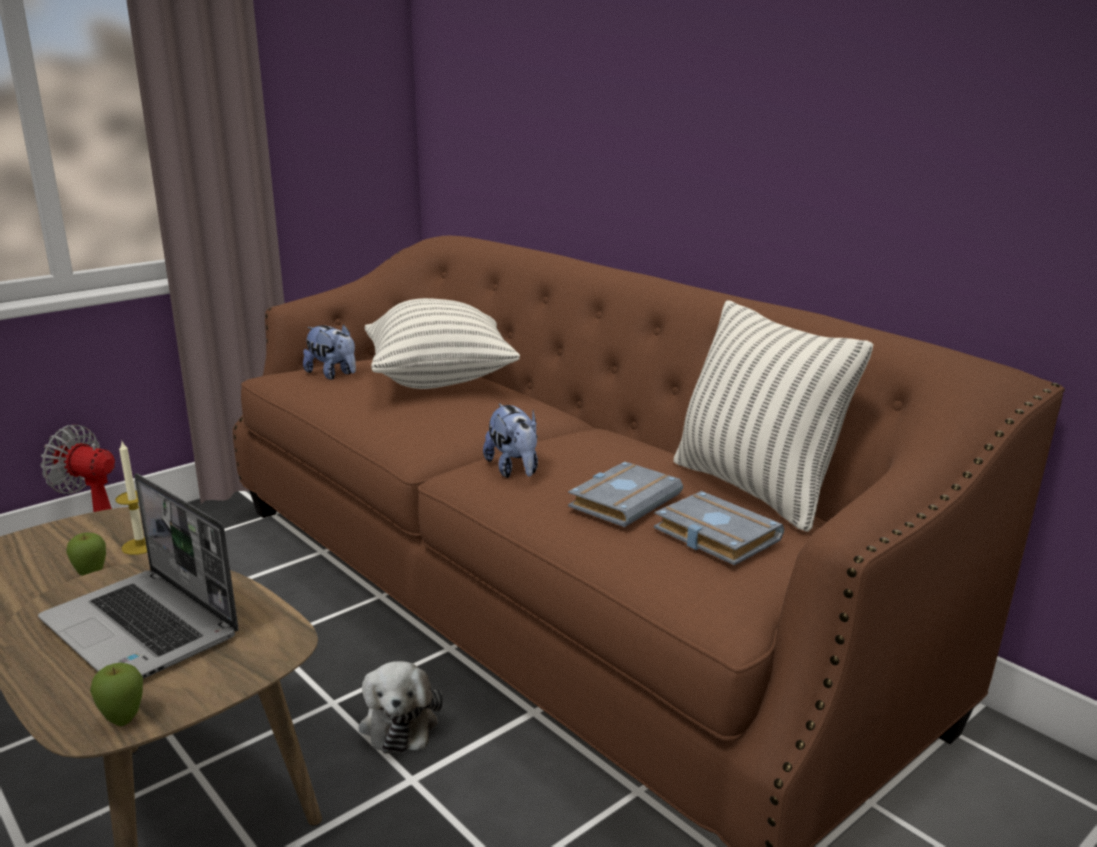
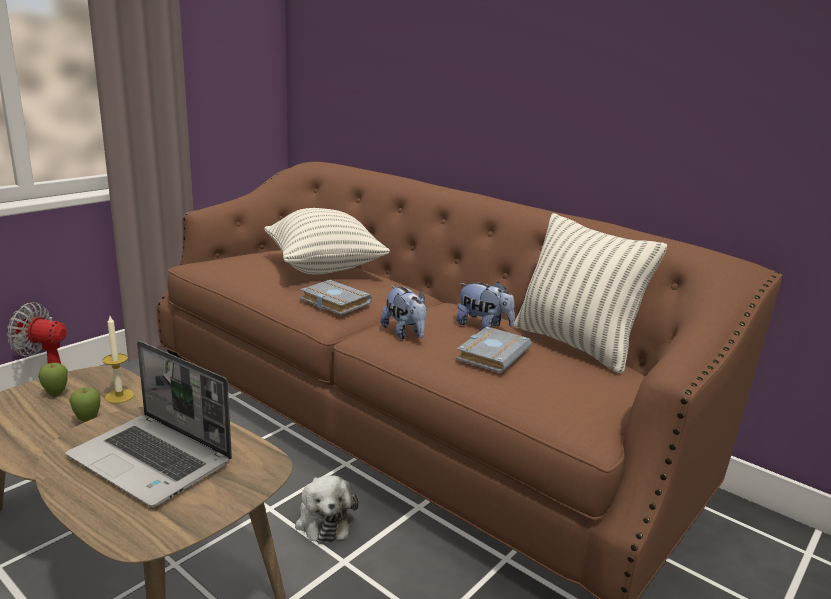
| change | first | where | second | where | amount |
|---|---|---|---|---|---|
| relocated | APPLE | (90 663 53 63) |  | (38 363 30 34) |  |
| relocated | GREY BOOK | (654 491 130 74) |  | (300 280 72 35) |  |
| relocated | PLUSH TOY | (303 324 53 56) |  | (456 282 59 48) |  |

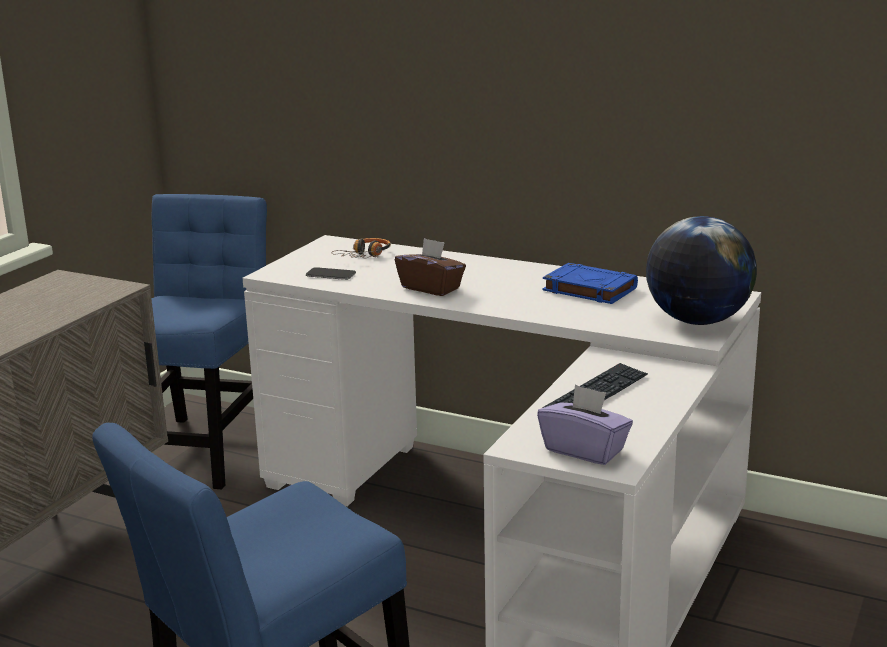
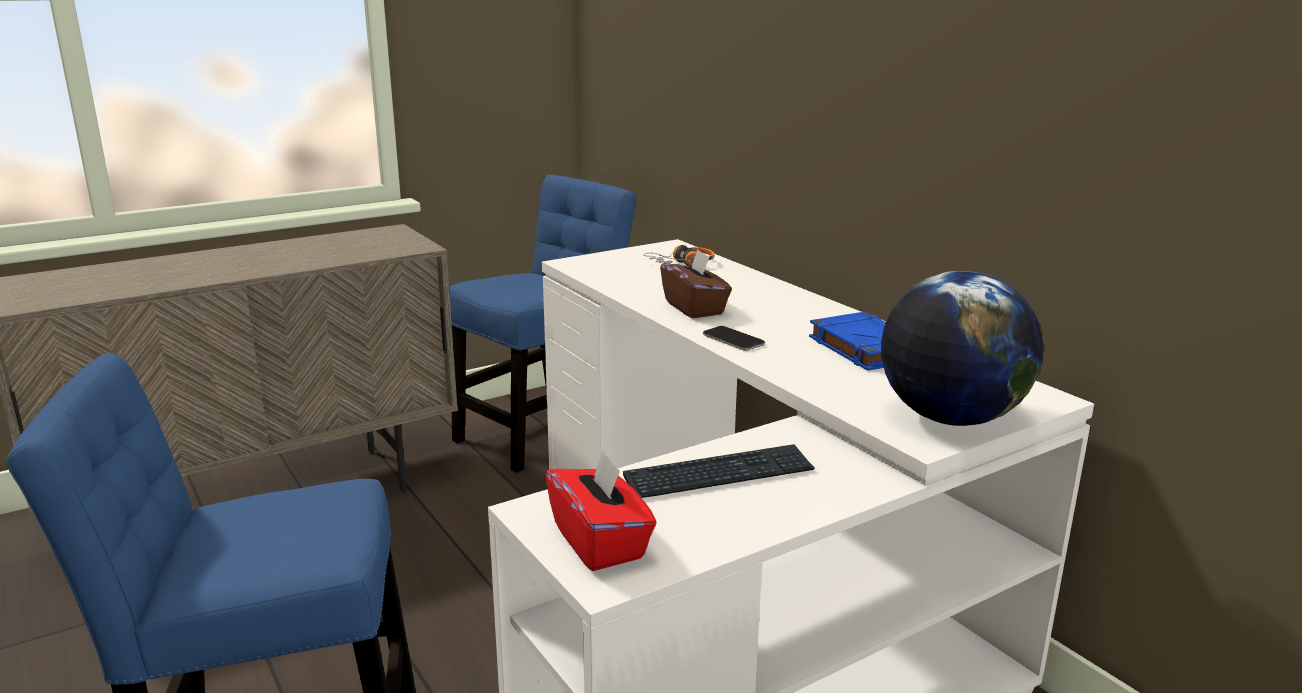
| change | first | where | second | where | amount |
|---|---|---|---|---|---|
| colour | PURPLE TISSUE BOX | (537 384 96 81) | RED TISSUE BOX | (545 450 112 121) |  |
| relocated | PHONE | (306 267 50 13) |  | (703 326 62 25) |  |

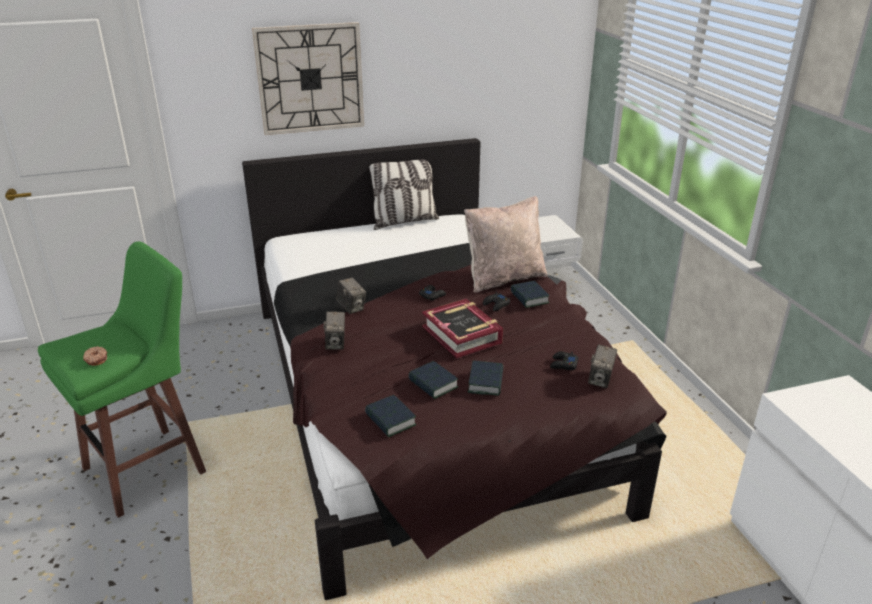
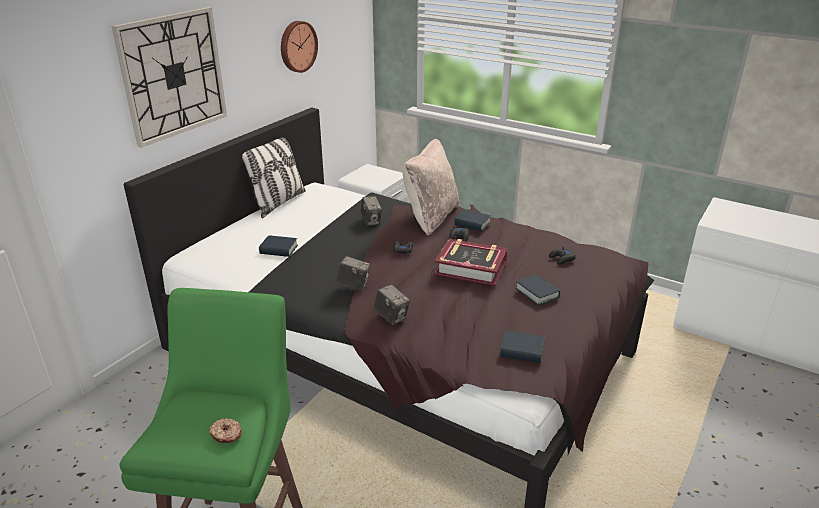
| change | first | where | second | where | amount |
|---|---|---|---|---|---|
| relocated | BOOK | (409 361 49 38) |  | (259 235 39 22) |  |
| appeared |  |  | WALL CLOCK | (281 21 37 52) |  |
| relocated | PHOTO CAMERA | (588 344 29 44) |  | (360 196 22 30) |  |

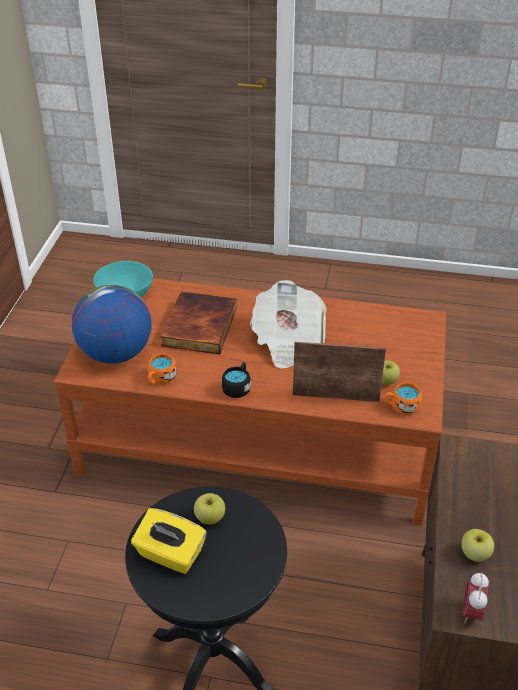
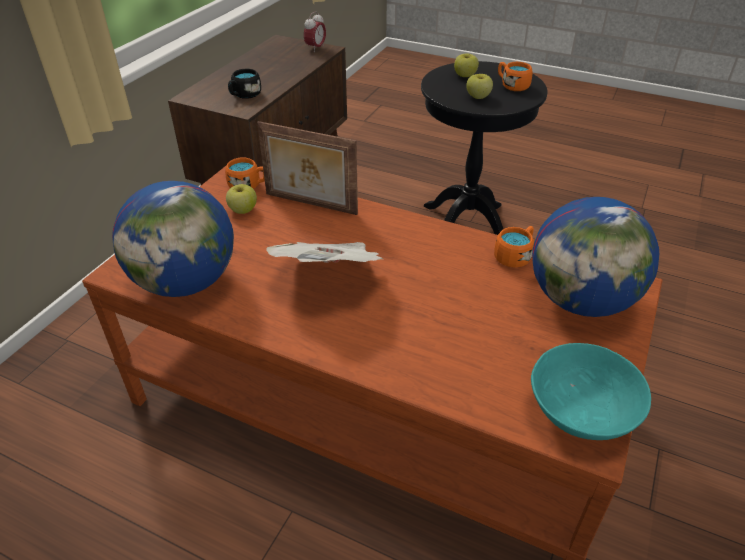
| change | first | where | second | where | amount |
|---|---|---|---|---|---|
| appeared |  |  | GLOBE | (112 181 122 116) |  |
| relocated | BLACK MUG | (222 362 29 36) |  | (228 69 33 30) |  |
| relocated | APPLE | (461 529 33 33) |  | (454 53 25 24) |  |
| exchanged | YELLOW TISSUE BOX | (131 508 76 66) | ORANGE MUG | (498 62 34 29) |  |
| missing | BOOK | (161 291 76 63) |  |  |  |

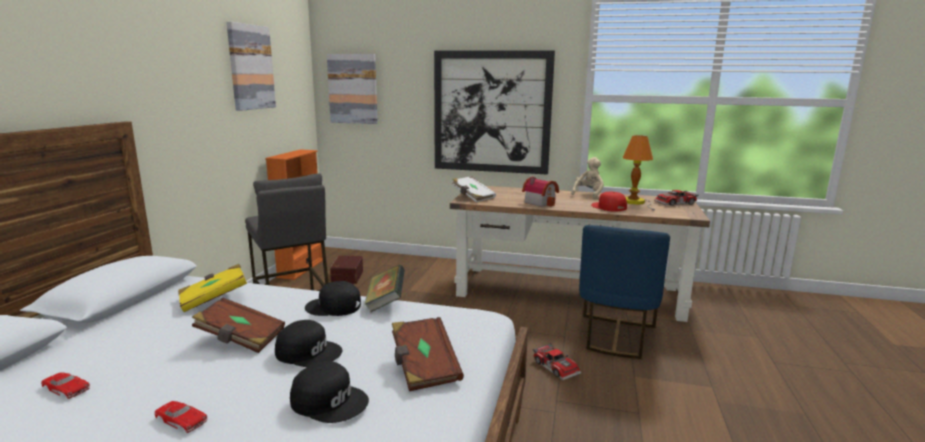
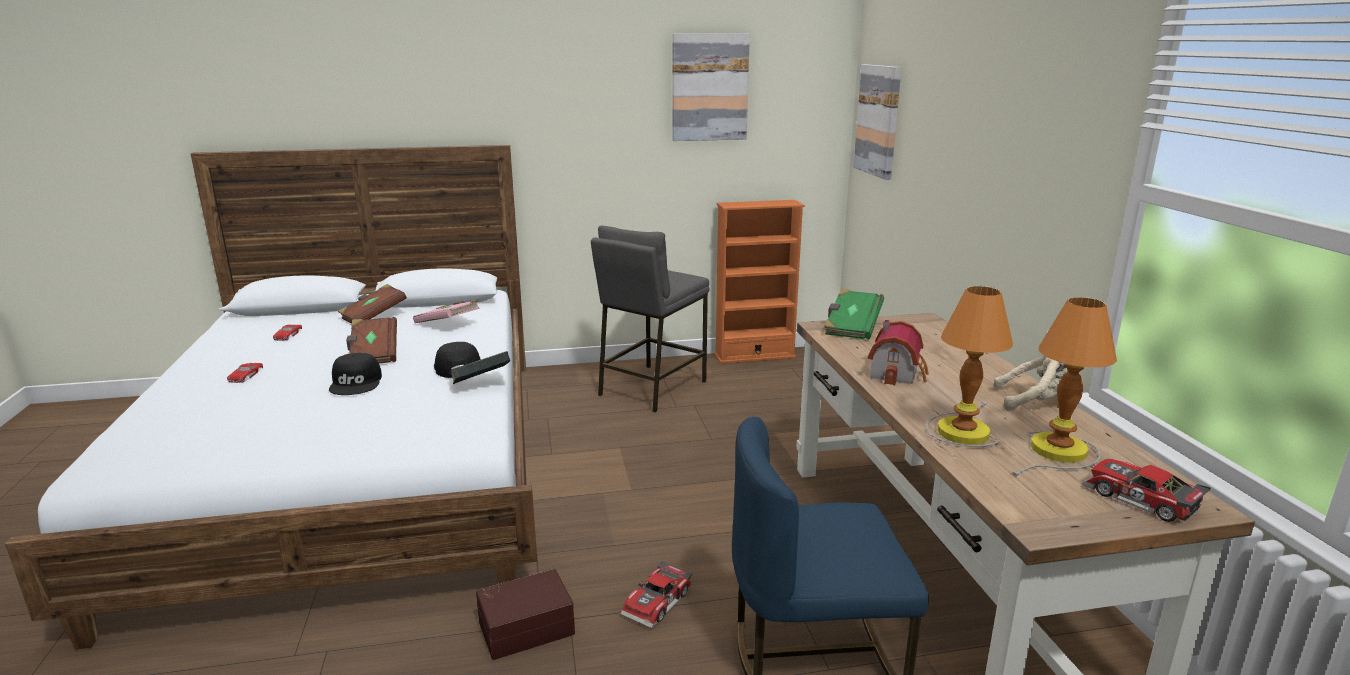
| change | first | where | second | where | amount |
|---|---|---|---|---|---|
| relocated | BROWN BOOK | (392 317 72 74) |  | (338 284 69 39) |  |
| colour | YELLOW BOOK | (178 264 69 48) | PINK BOOK | (413 300 67 23) |  |
| relocated | BROWN STORAGE BOX | (330 256 33 28) |  | (476 569 99 91) |  |
| colour | WHITE BOOK | (452 177 44 25) | GREEN BOOK | (824 289 60 50) |  |
| exchanged | RED CAP | (591 192 36 20) | TABLE LAMP | (926 286 87 161) |  |
| missing | BLACK CAP | (290 361 79 62) |  |  |  |
| missing | PICTURE | (434 51 121 124) |  |  |  |

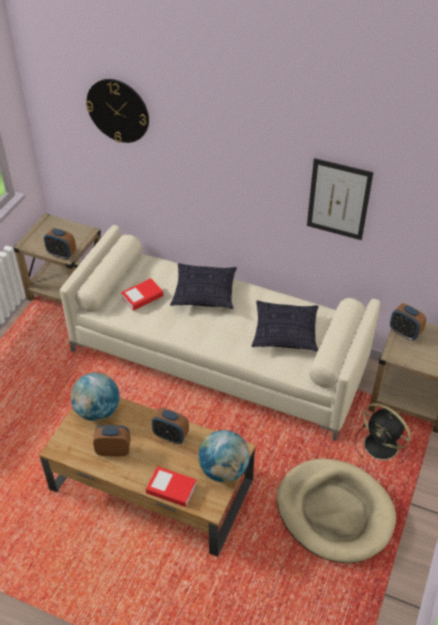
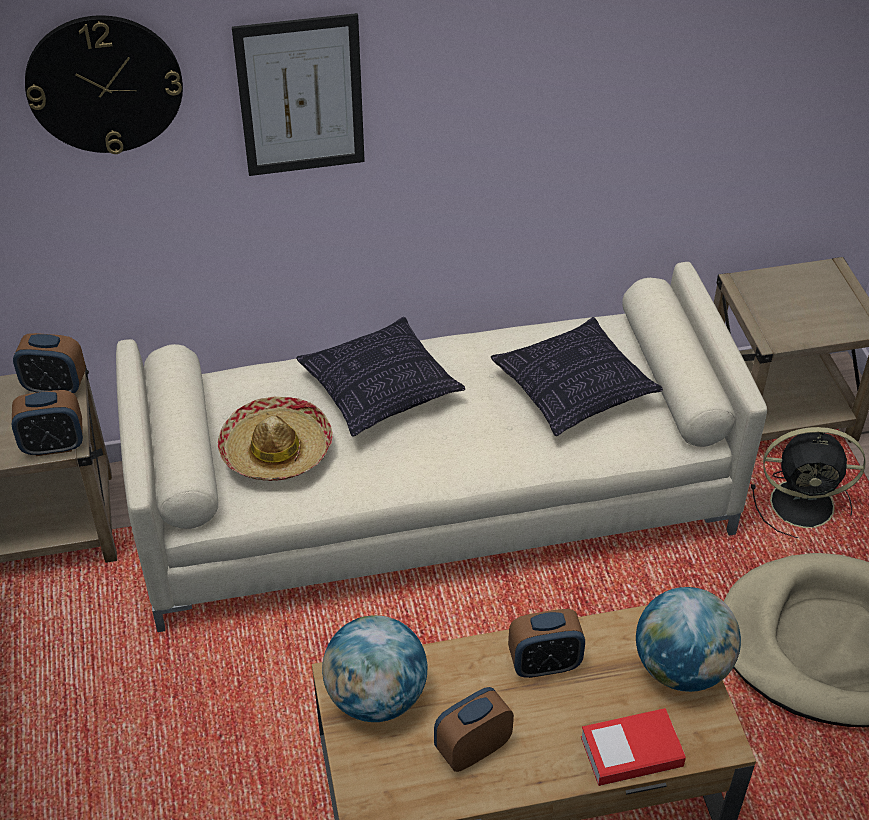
| change | first | where | second | where | amount |
|---|---|---|---|---|---|
| relocated | ALARM CLOCK | (390 304 36 36) |  | (13 333 73 60) |  |
| exchanged | BOOK | (121 278 43 33) | HAT | (218 397 115 84) |  |
| relocated | PICTURE | (307 158 67 82) |  | (232 13 133 163) |  |

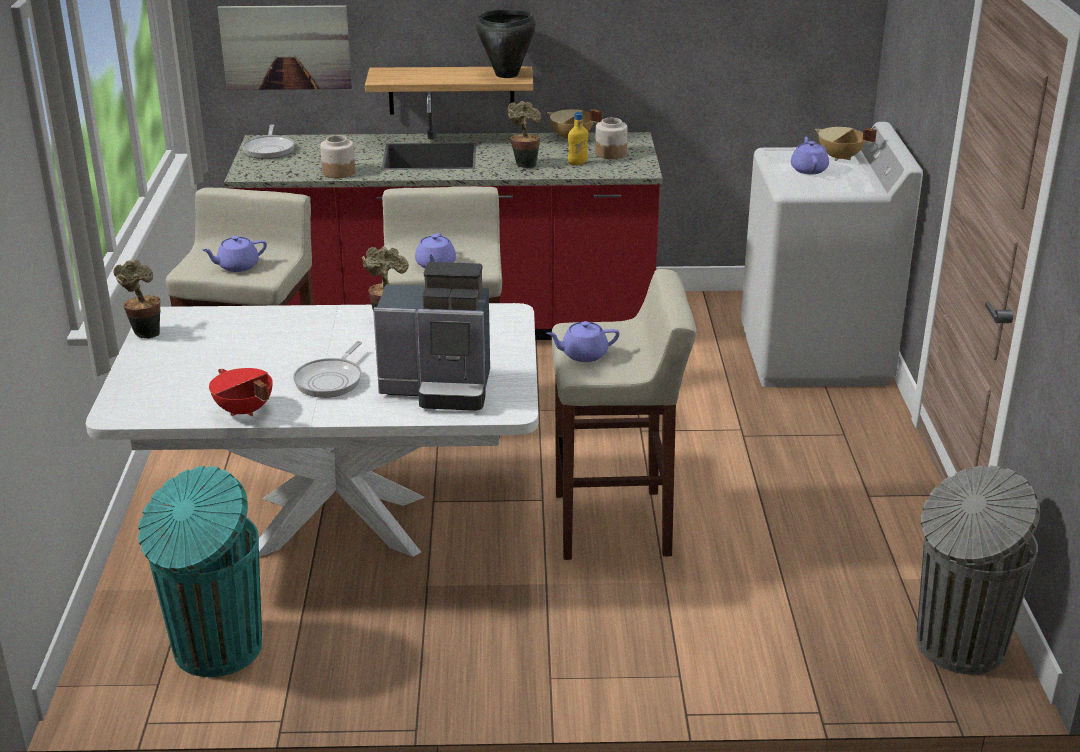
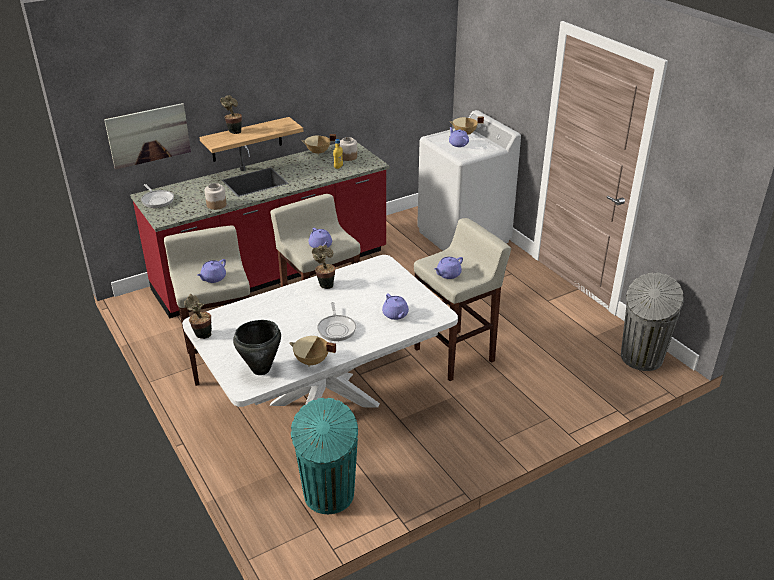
| change | first | where | second | where | amount |
|---|---|---|---|---|---|
| relocated | POTTED PLANT | (508 101 33 67) |  | (220 95 22 39) |  |
| relocated | BLACK COOKING POT | (477 10 59 68) |  | (233 320 48 55) |  |
| colour | RED COOKING POT | (209 368 64 48) | BEIGE COOKING POT | (289 336 47 31) |  |
| exchanged | COFFEE MACHINE | (373 262 117 149) | PURPLE TEAPOT | (382 294 27 26) |  |

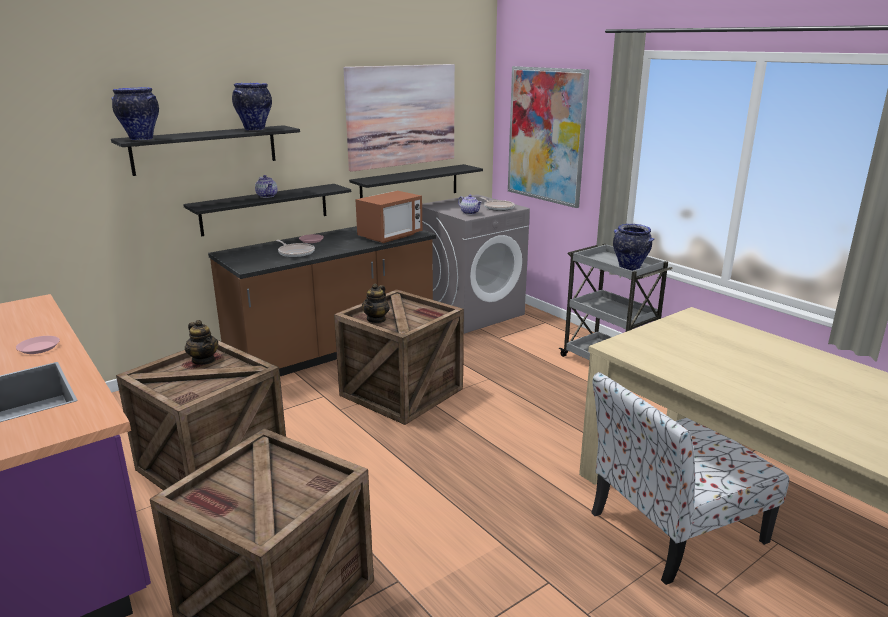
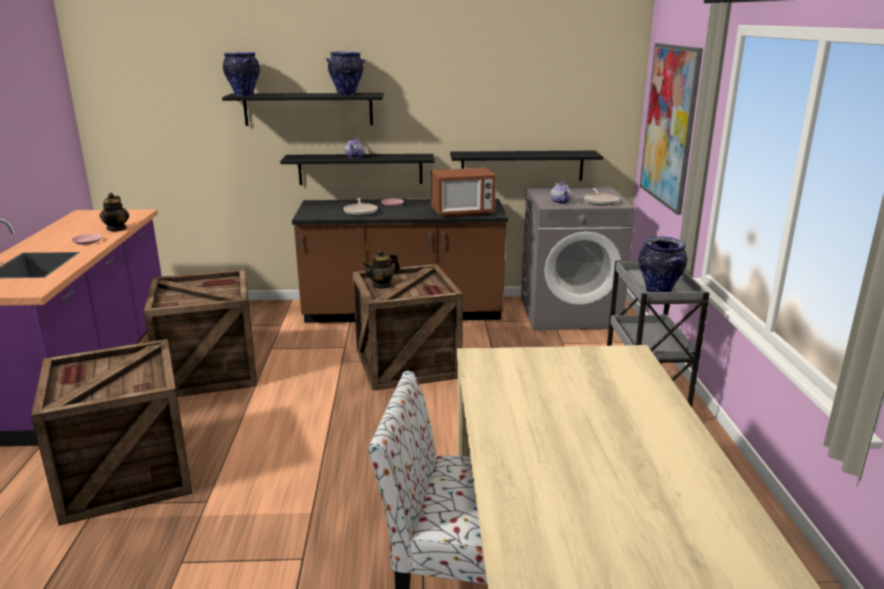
| change | first | where | second | where | amount |
|---|---|---|---|---|---|
| relocated | TEAPOT | (185 320 34 45) |  | (100 193 29 38) |  |
| missing | PICTURE | (343 64 112 108) |  |  |  |

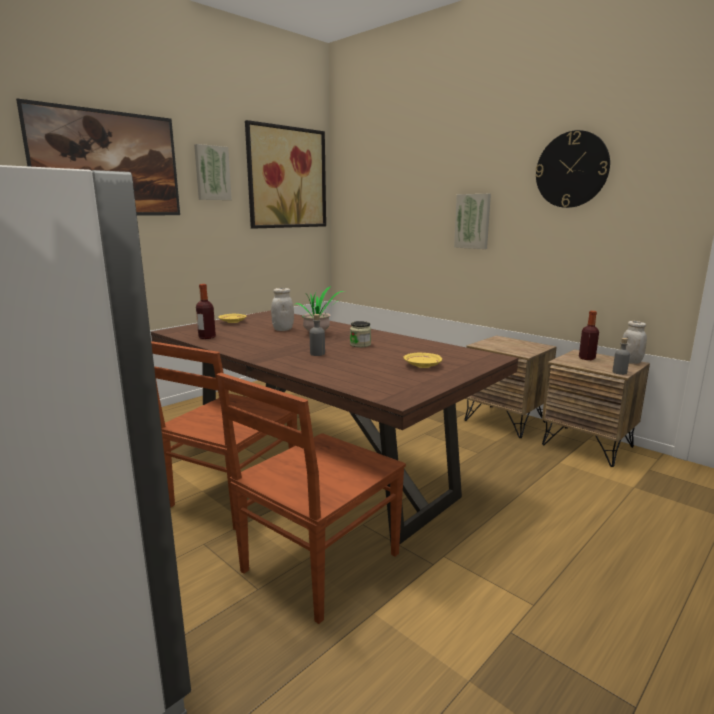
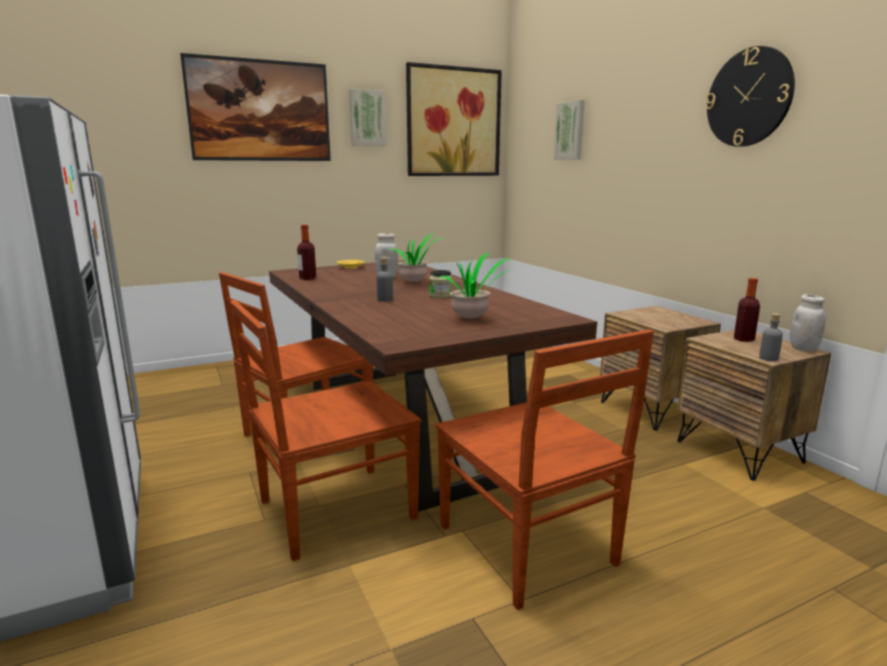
| change | first | where | second | where | amount |
|---|---|---|---|---|---|
| appeared |  |  | BROWN CHAIR | (436 329 218 281) |  |
| exchanged | YELLOW PLATE | (403 353 39 15) | POTTED PLANT | (439 252 72 66) |  |
| relocated | PICTURE | (454 194 37 55) |  | (554 100 31 60) |  |

